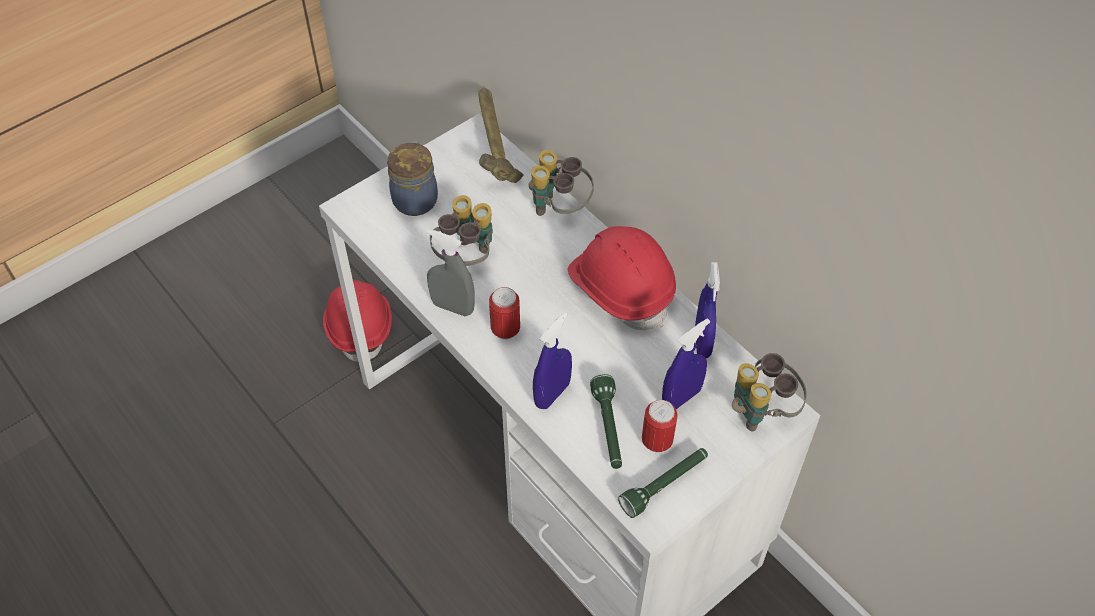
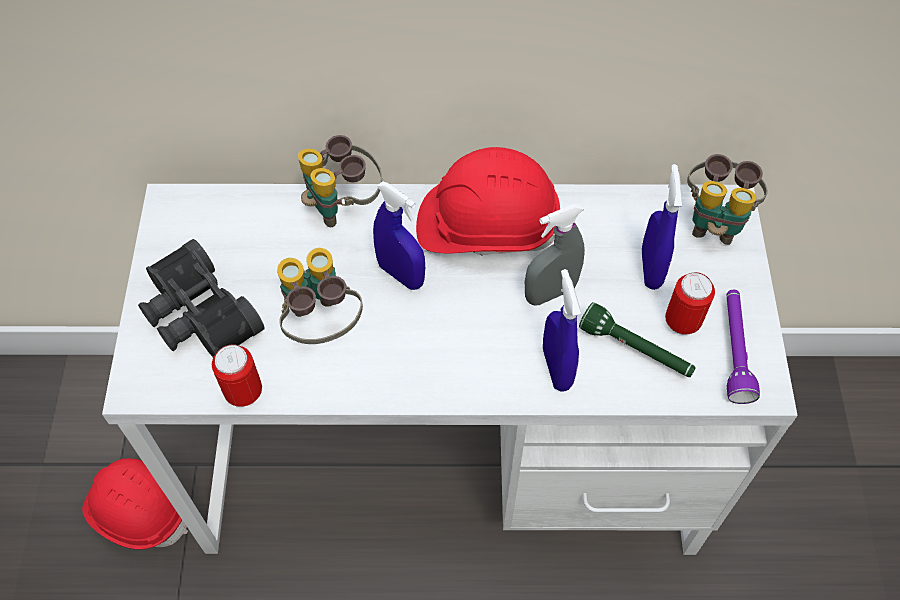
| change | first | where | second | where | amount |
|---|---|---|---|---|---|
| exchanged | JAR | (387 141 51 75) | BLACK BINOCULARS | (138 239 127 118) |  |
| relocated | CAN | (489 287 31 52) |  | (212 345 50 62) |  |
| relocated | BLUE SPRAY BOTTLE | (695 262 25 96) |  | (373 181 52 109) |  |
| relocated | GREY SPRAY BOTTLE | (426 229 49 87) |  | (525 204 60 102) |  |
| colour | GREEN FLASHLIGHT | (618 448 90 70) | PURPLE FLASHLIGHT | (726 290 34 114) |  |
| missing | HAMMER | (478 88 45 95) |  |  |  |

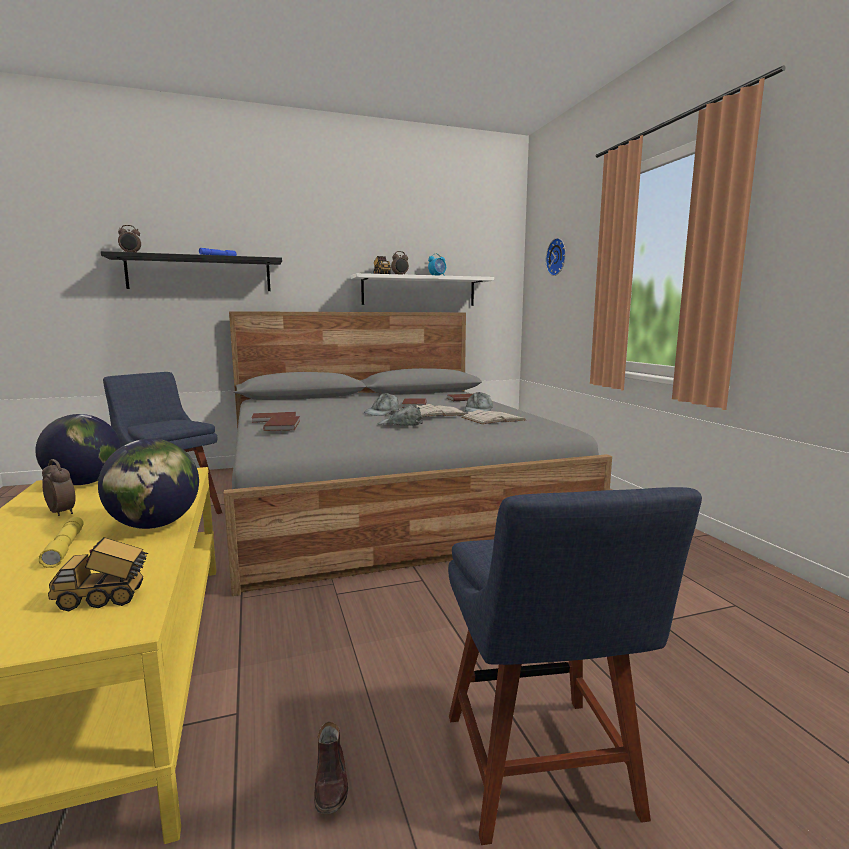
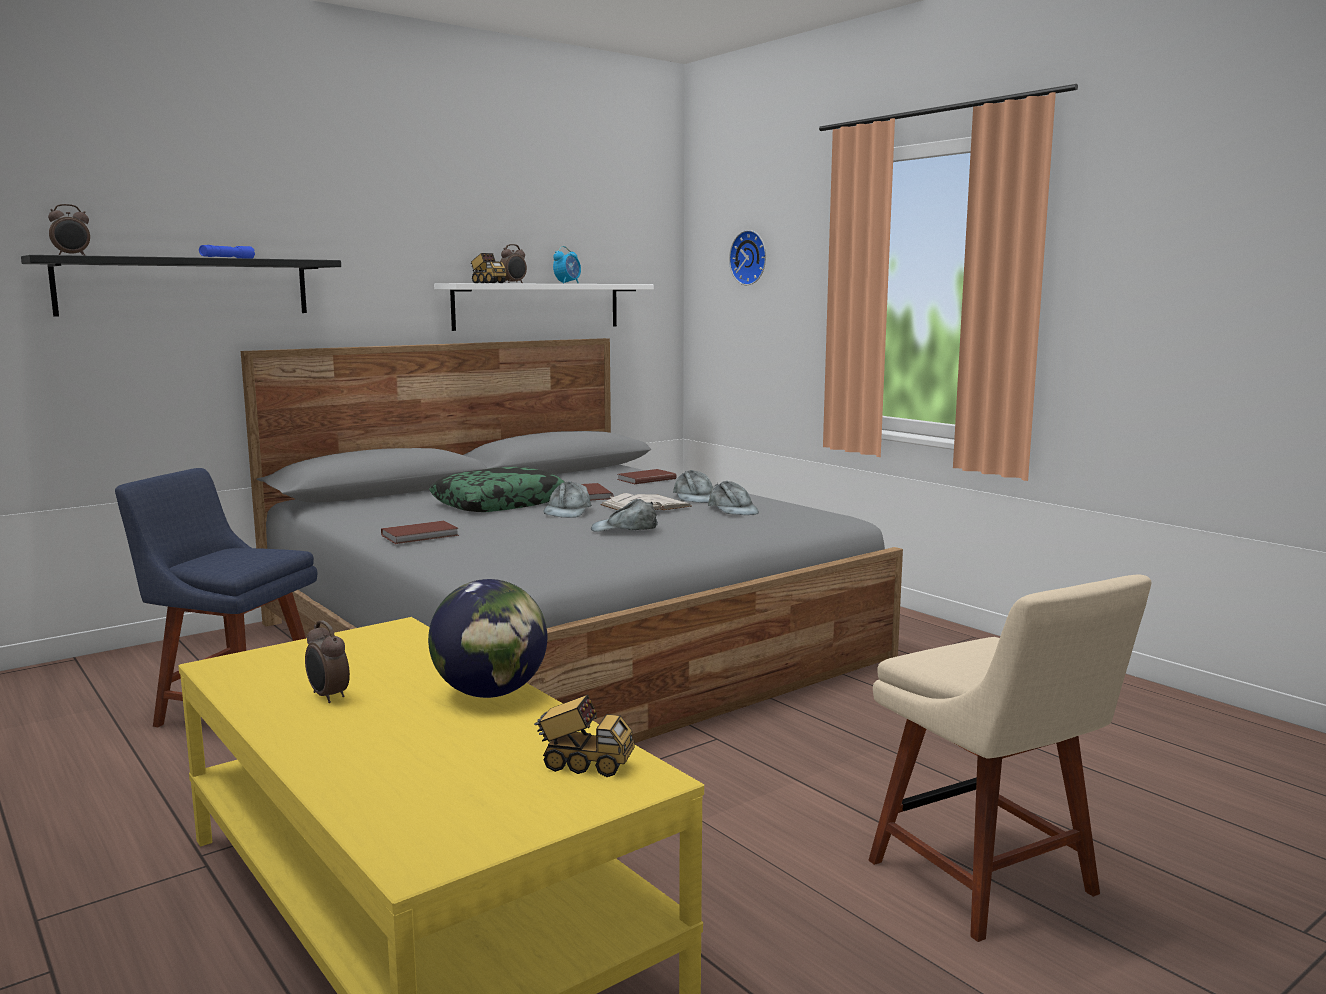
| change | first | where | second | where | amount |
|---|---|---|---|---|---|
| spun | ALARM CLOCK | (42 459 34 57) |  | (305 620 45 83) | 150 degrees counterclockwise |
| appeared |  |  | PILLOW | (429 467 136 45) |  |
| spun | TOY TRUCK | (48 537 101 74) |  | (534 695 101 82) | 135 degrees counterclockwise |
| exchanged | WHITE BOOK | (461 410 64 14) | GREY CAP | (708 481 51 34) |  |
| colour | BLUE CHAIR | (448 487 254 358) | BEIGE CHAIR | (868 575 283 367) |  |
| missing | GLOBE | (35 414 86 71) |  |  |  |
| missing | YELLOW FLASHLIGHT | (38 517 46 51) |  |  |  |
| missing | BROWN BOOK | (263 416 37 15) |  |  |  |
| missing | BROWN SHOE | (314 722 34 92) |  |  |  |

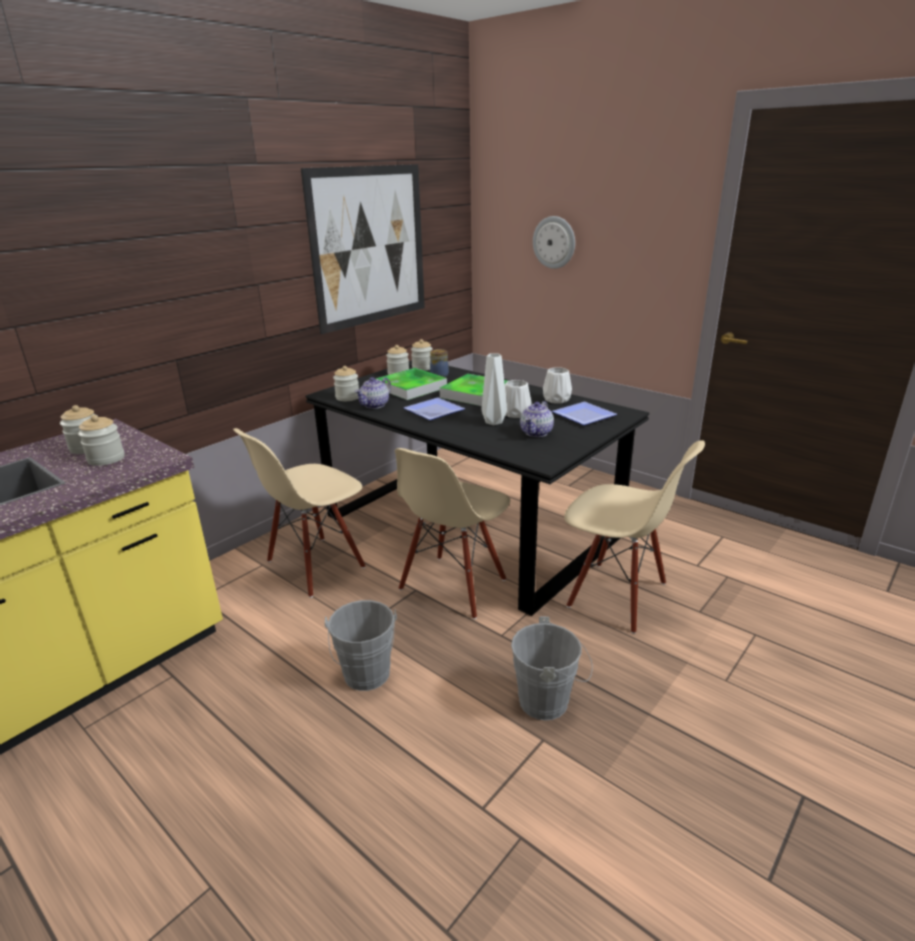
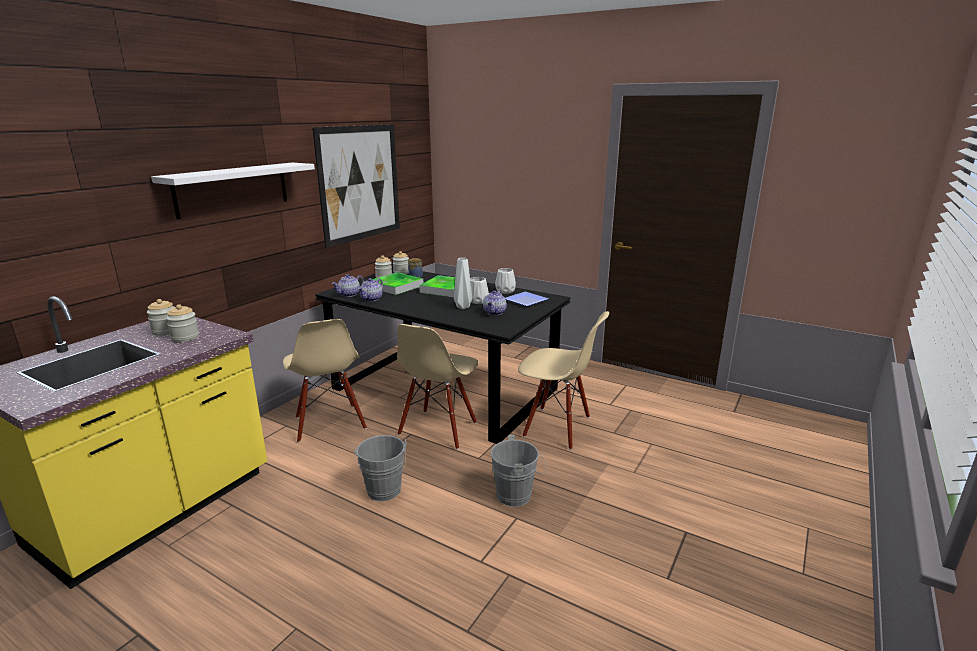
| change | first | where | second | where | amount |
|---|---|---|---|---|---|
| appeared |  |  | WHITE SHELF | (151 162 164 58) |  |
| spun | BEIGE CHAIR | (233 428 133 170) |  | (283 319 84 123) | 60 degrees counterclockwise |
| exchanged | JAR | (333 366 26 35) | TEAPOT | (331 274 33 23) |  |
| missing | PLATE | (404 398 61 22) |  |  |  |
| missing | WALL CLOCK | (533 216 42 53) |  |  |  |

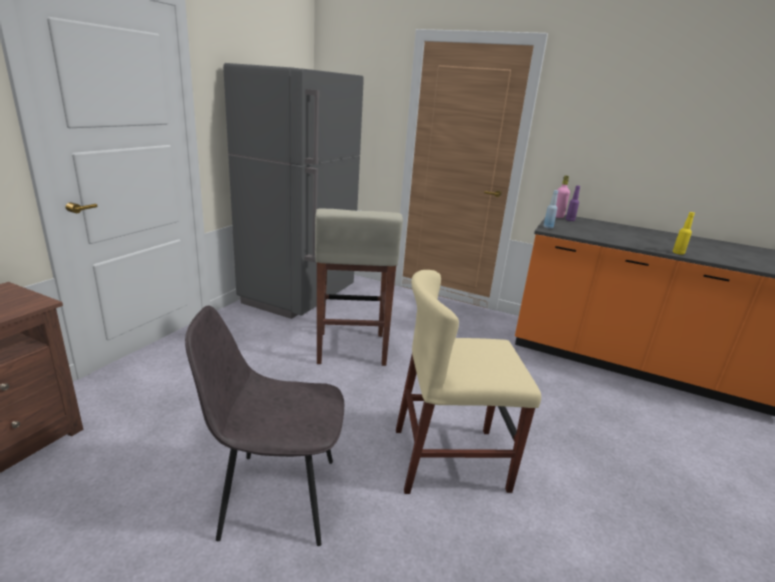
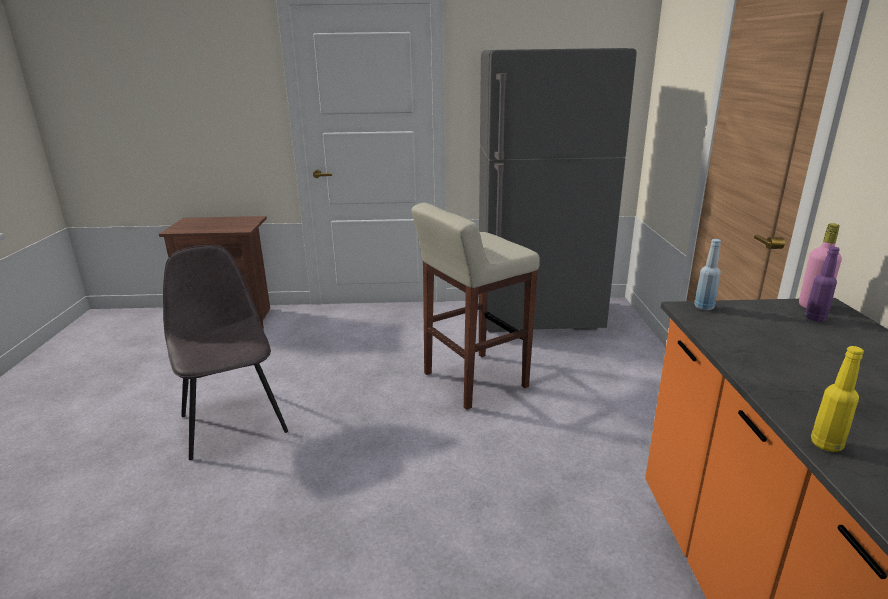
| change | first | where | second | where | amount |
|---|---|---|---|---|---|
| missing | BEIGE CHAIR | (396 270 145 224) |  |  |  |

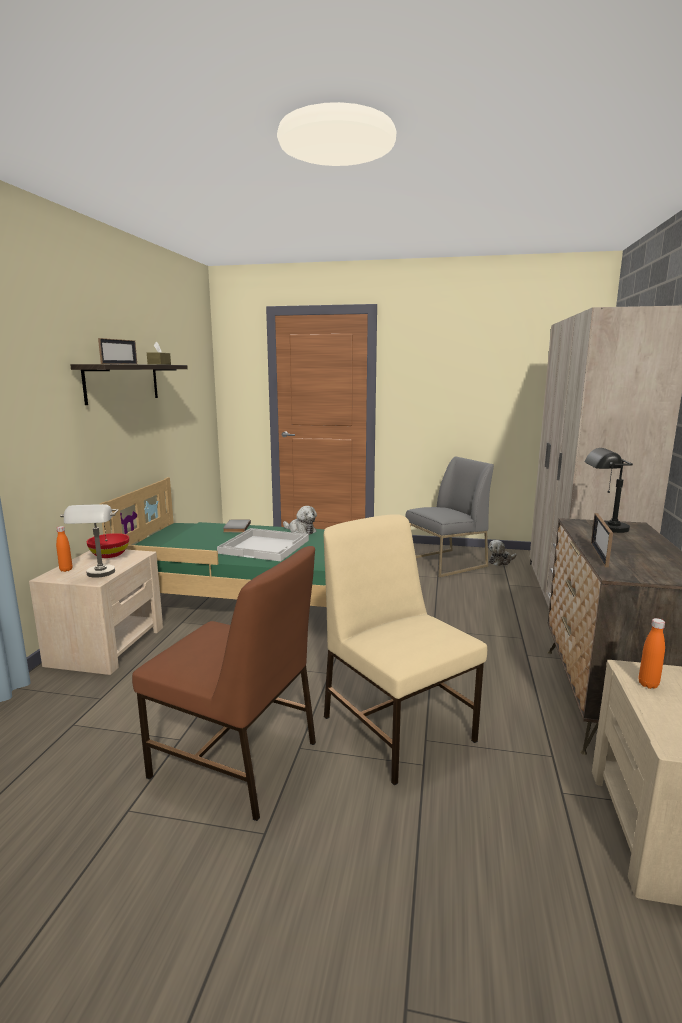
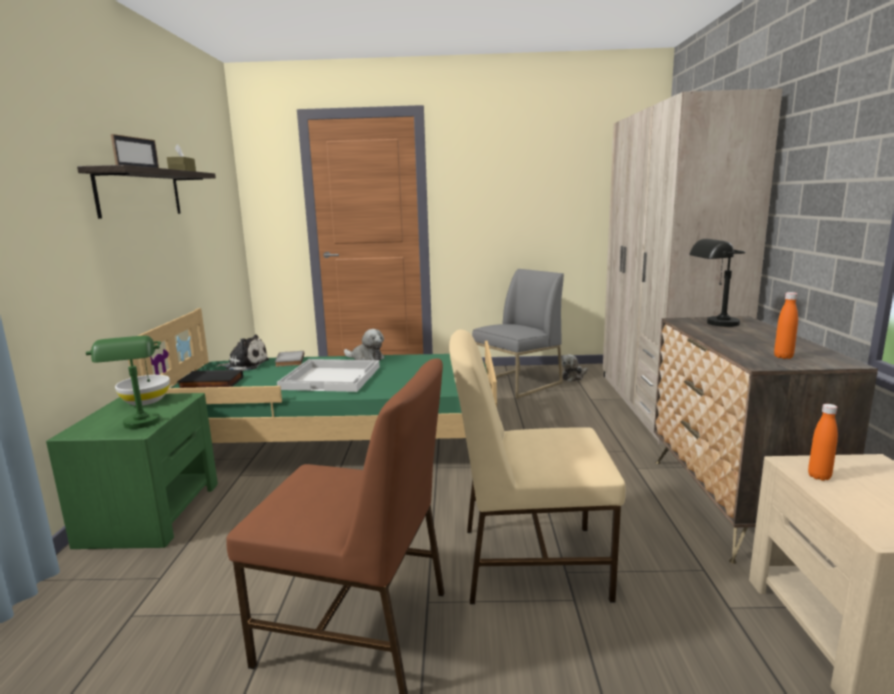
| change | first | where | second | where | amount |
|---|---|---|---|---|---|
| colour | BEIGE NIGHTSTAND | (29 550 134 125) | GREEN NIGHTSTAND | (46 393 172 156) |  |
| colour | GREY TABLE LAMP | (60 504 58 74) | GREEN TABLE LAMP | (86 336 75 93) |  |
| colour | RED BOWL | (87 533 42 25) | WHITE BOWL | (115 375 55 31) |  |
| appeared |  |  | BLACK BOOK | (177 370 66 18) |  |
| appeared |  |  | PLUSH TOY | (218 335 51 36) |  |
| spun | BEIGE CHAIR | (324 514 163 272) |  | (449 329 177 275) | 45 degrees counterclockwise |
| relocated | ORANGE BOTTLE | (56 526 17 46) |  | (774 292 24 67) |  |
| missing | PICTURE FRAME | (591 513 22 54) |  |  |  |

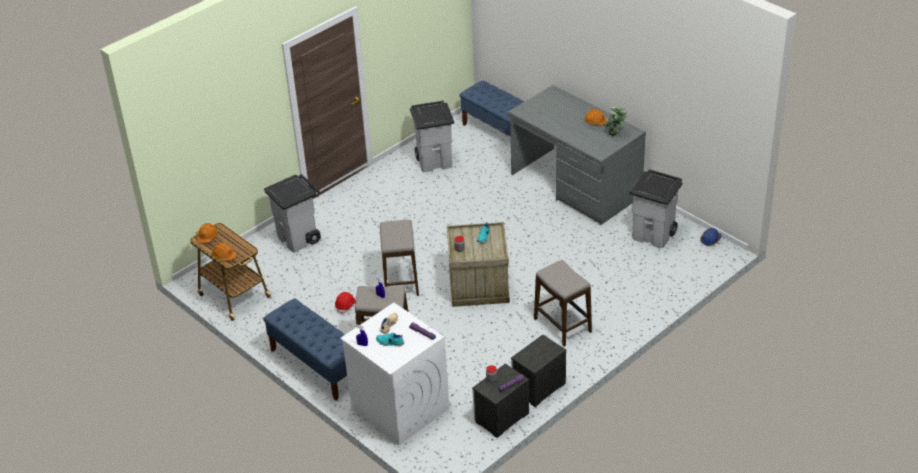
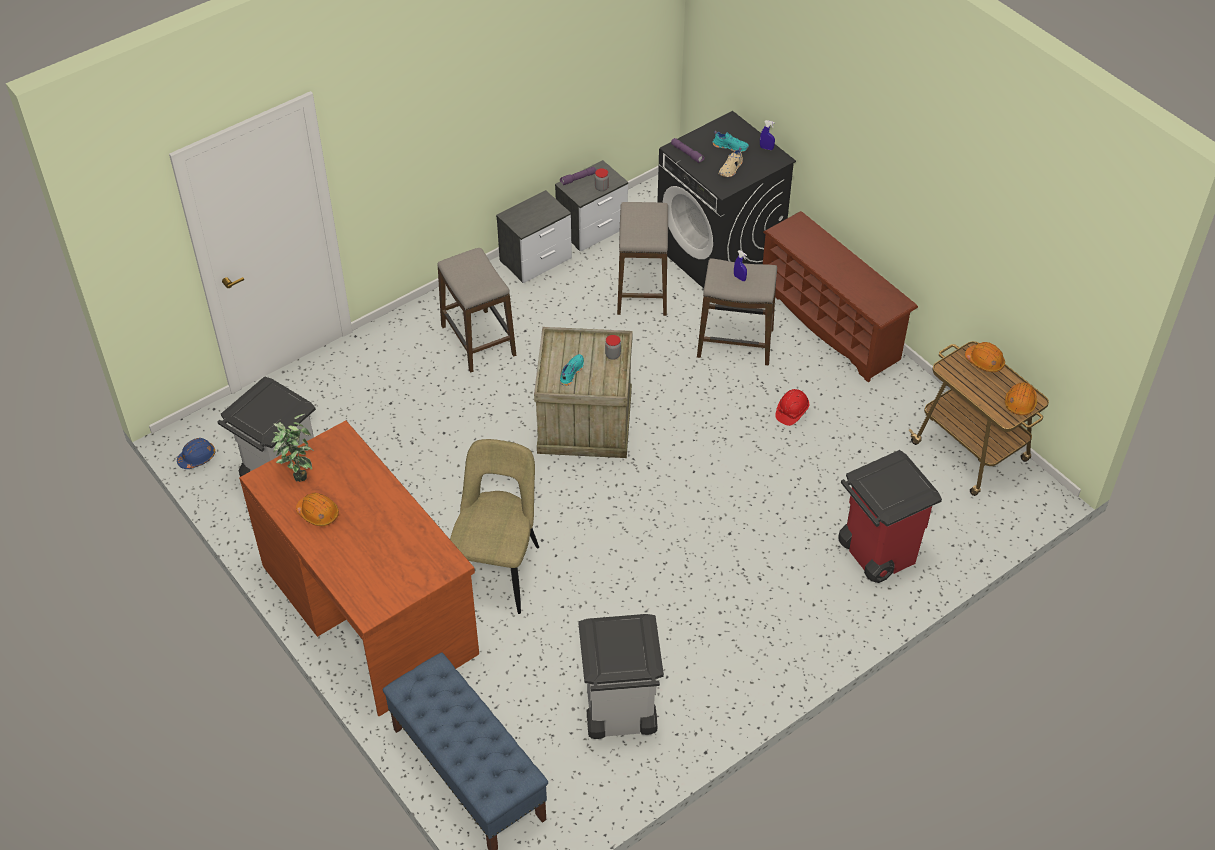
| change | first | where | second | where | amount |
|---|---|---|---|---|---|
| colour | GREY DESK | (508 85 138 140) | BROWN DESK | (239 421 240 295) |  |
| appeared |  |  | BEIGE CHAIR | (450 439 89 175) |  |
| relocated | STOOL | (380 220 39 76) |  | (617 202 51 114) |  |
| colour | WHITE WASHING MACHINE | (340 303 109 142) | BLACK WASHING MACHINE | (657 111 139 178) |  |
| exchanged | BLUE BENCH | (263 298 84 103) | BROWN SHOE RACK | (763 211 155 171) |  |
| colour | GREY TRASH CAN | (264 174 57 79) | RED TRASH CAN | (838 450 104 133) |  |

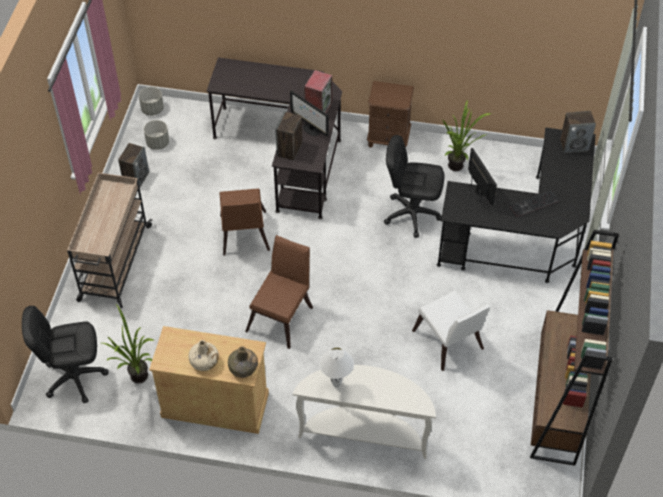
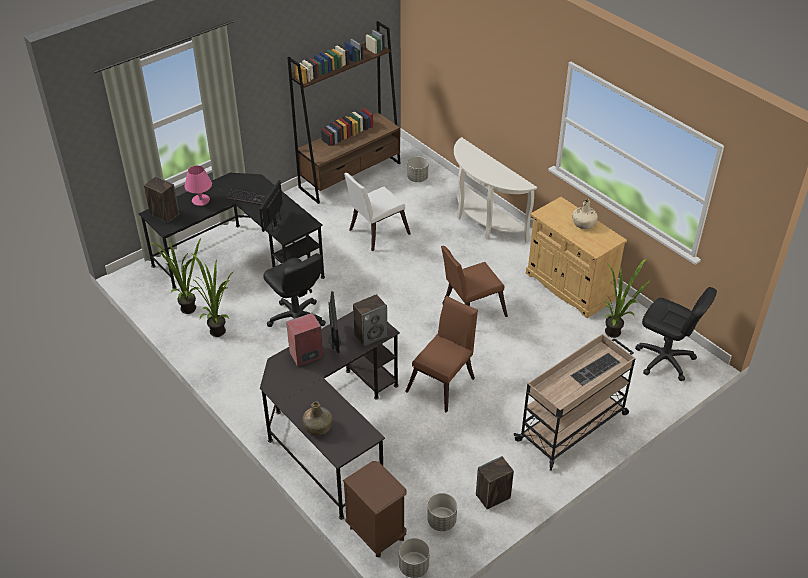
| change | first | where | second | where | amount |
|---|---|---|---|---|---|
| appeared |  |  | POTTED PLANT | (150 238 51 76) |  |
| appeared |  |  | PINK TABLE LAMP | (185 166 27 40) |  |
| relocated | GREEN BOTTLE | (228 346 30 32) |  | (302 401 31 34) |  |
| relocated | BROWN NIGHTSTAND | (367 81 47 67) |  | (343 461 64 96) |  |
| spun | WHITE CHAIR | (412 291 79 80) |  | (344 173 67 78) | 135 degrees counterclockwise |
| appeared |  |  | GREY PLANTER | (407 157 21 25) |  |
| appeared |  |  | KEYBOARD | (570 353 51 33) |  |
| missing | WHITE TABLE LAMP | (319 347 35 41) |  |  |  |

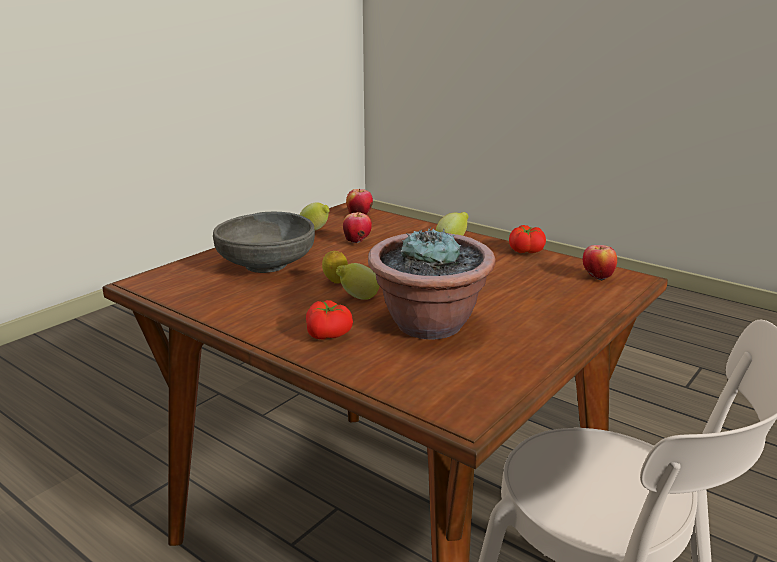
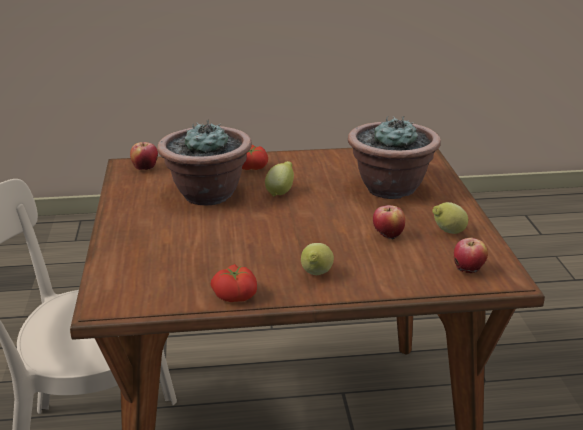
| change | first | where | second | where | amount |
|---|---|---|---|---|---|
| relocated | APPLE | (583 245 34 36) |  | (130 142 28 28) |  |
| exchanged | GREY BOWL | (213 212 102 61) | POTTED PLANT | (348 116 93 83) |  |
| missing | LEMON | (322 251 26 33) |  |  |  |

